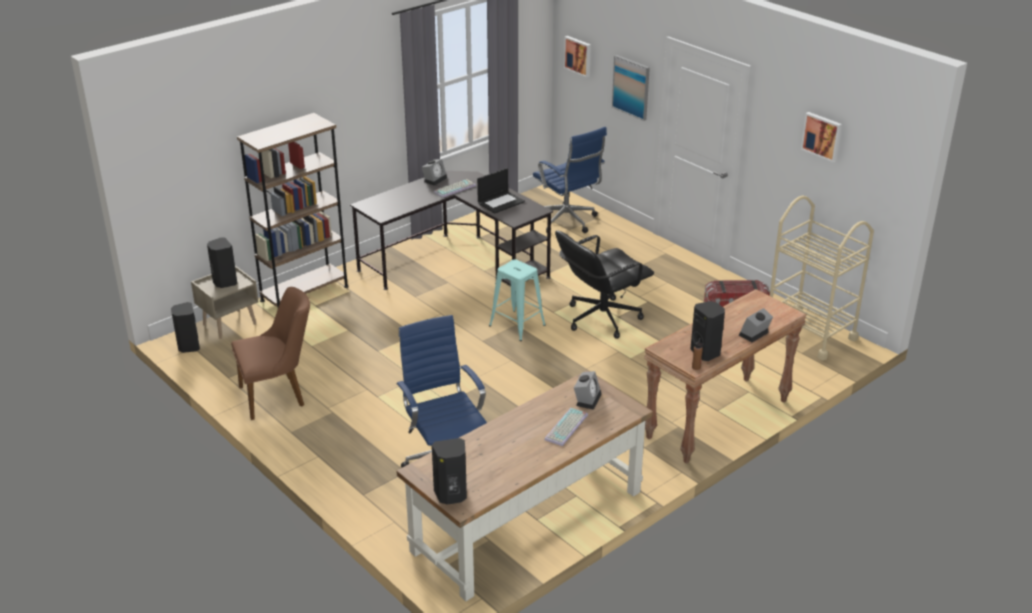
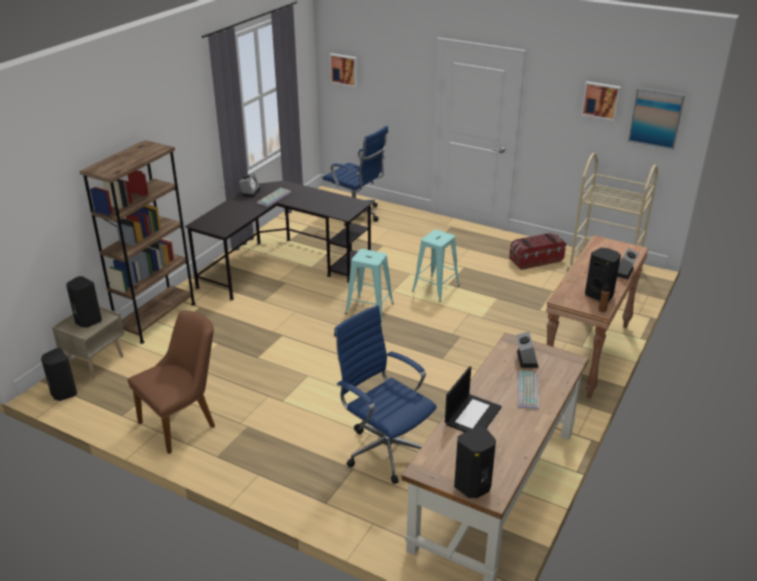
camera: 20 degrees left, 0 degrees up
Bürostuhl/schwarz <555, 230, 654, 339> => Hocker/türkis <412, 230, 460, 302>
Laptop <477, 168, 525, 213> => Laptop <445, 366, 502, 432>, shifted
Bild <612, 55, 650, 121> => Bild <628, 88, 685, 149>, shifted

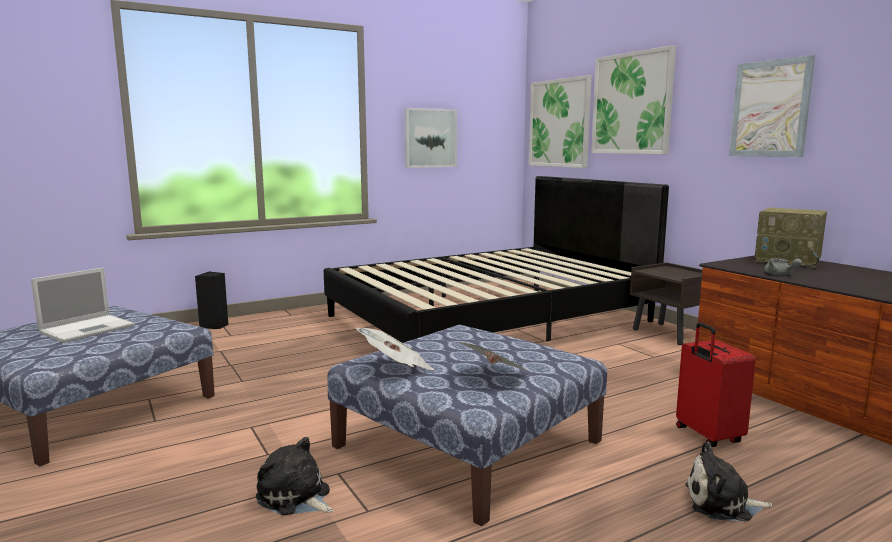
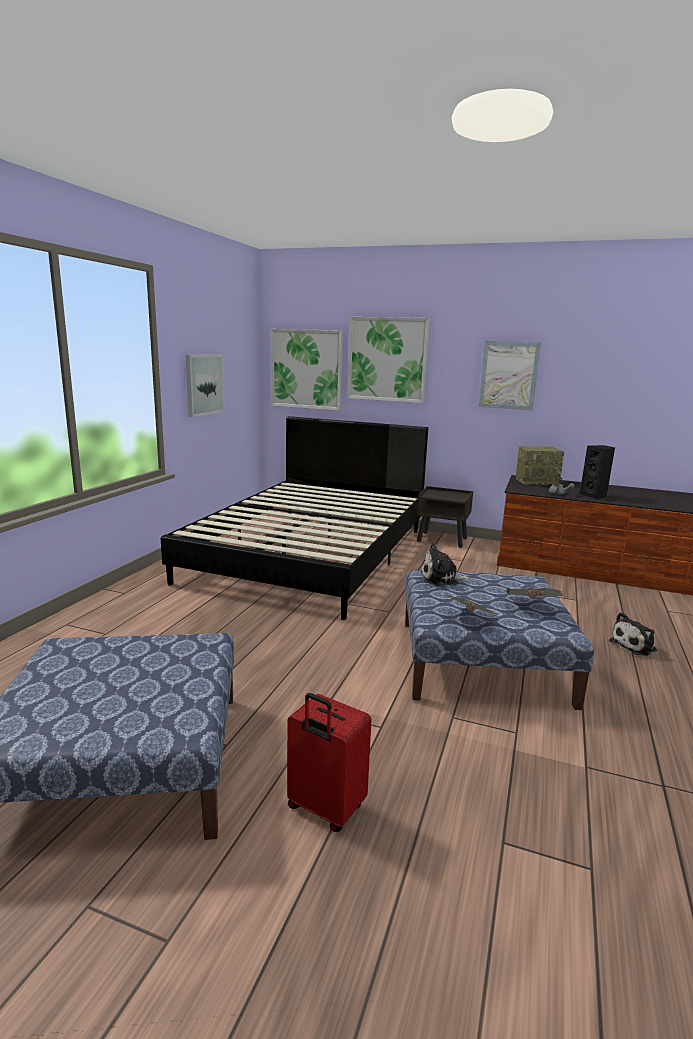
camera: 40 degrees left, 5 degrees up
Koffer/rot <676, 322, 756, 447> => Koffer/rot <287, 693, 371, 832>, shifted
Plüschtier <256, 437, 333, 516> => Plüschtier <421, 543, 471, 586>, shifted
Lautsprecher/schwarz <195, 271, 229, 329> => Lautsprecher/schwarz <580, 445, 615, 499>, shifted
Laptop <31, 268, 135, 343> => nothing

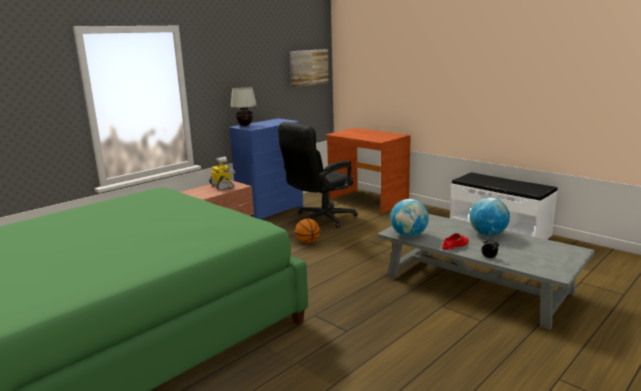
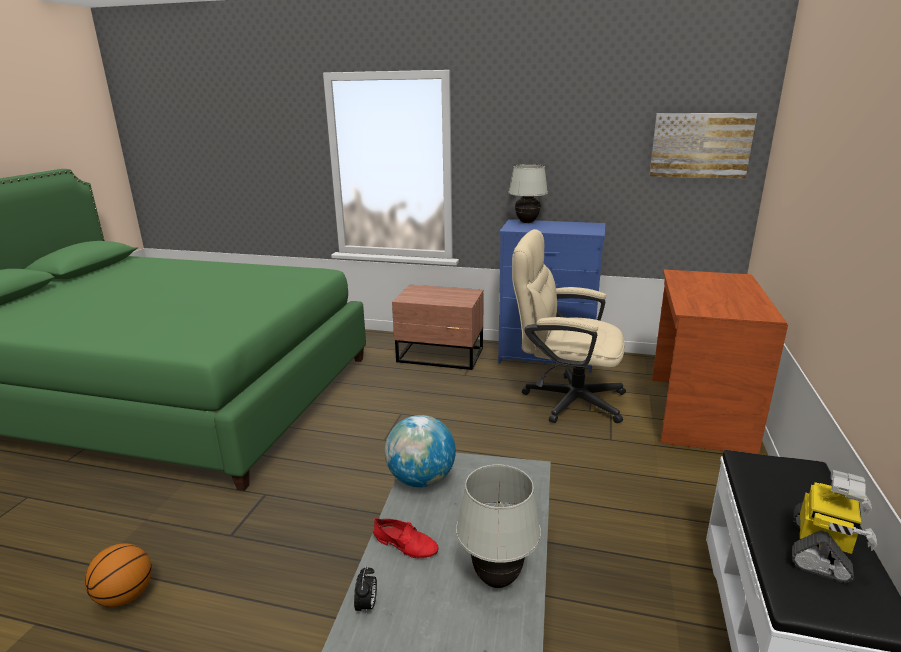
camera: 60 degrees right, 5 degrees up
Basketball <295, 218, 320, 243> => Basketball <85, 543, 152, 607>, shifted
Globus <470, 198, 510, 236> => Tischlampe/weiß <456, 464, 541, 588>
Bürostuhl/schwarz <278, 122, 358, 228> => Bürostuhl/beige <512, 229, 626, 423>
Spielzeugroboter <209, 156, 236, 190> => Spielzeugroboter <792, 470, 877, 583>, shifted

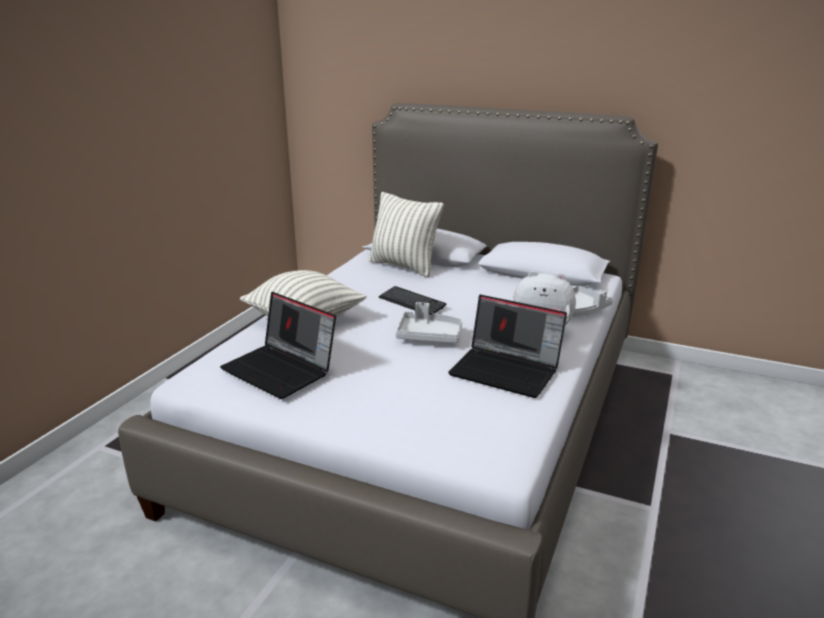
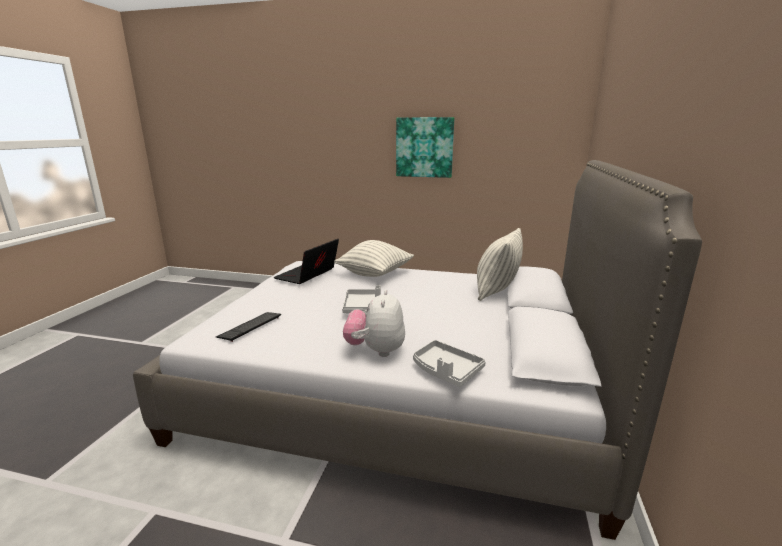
camera: 80 degrees right, 5 degrees down
Tastatur <379, 286, 446, 315> => Tastatur <216, 312, 281, 342>, shifted
nothing => Bild <396, 117, 454, 178>
Laptop <448, 295, 567, 398> => nothing

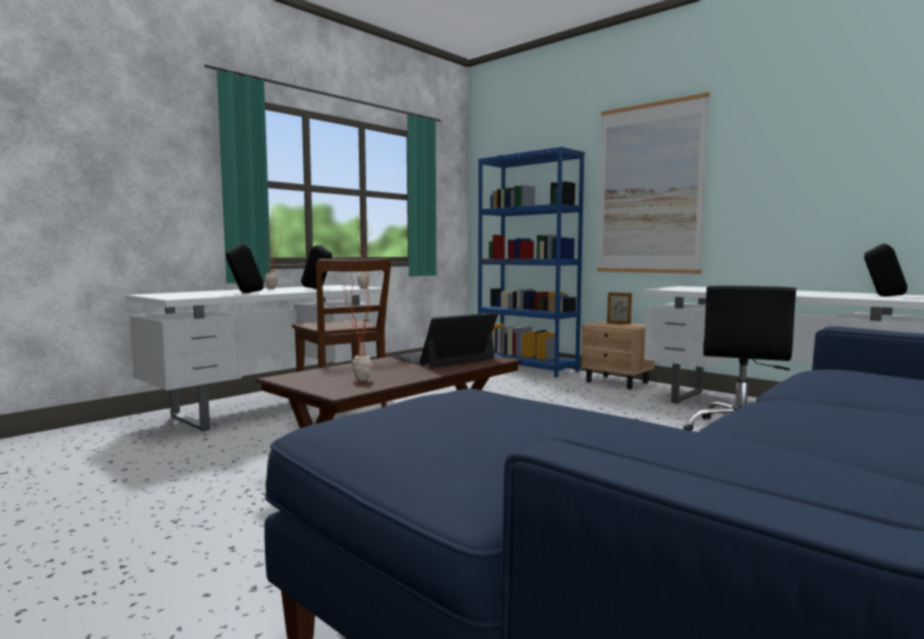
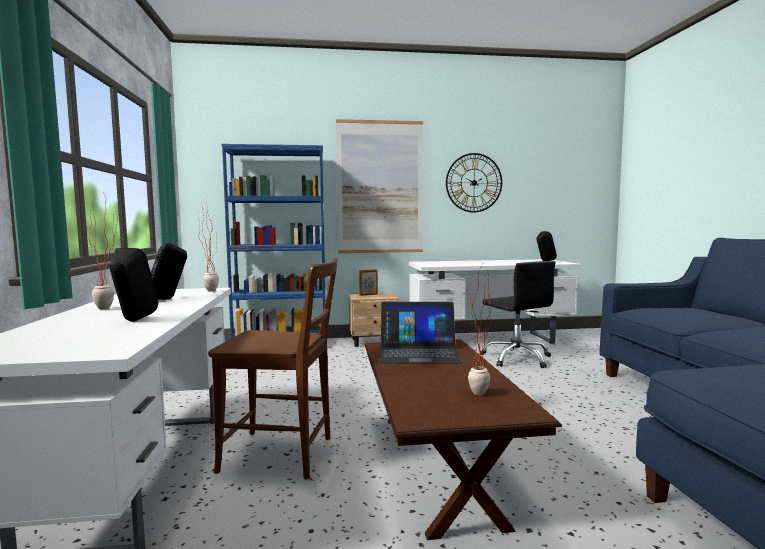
camera: 50 degrees left, 0 degrees up
Laptop <392, 313, 498, 368> => Laptop <379, 302, 462, 364>, 90 degrees counterclockwise
nothing => Wanduhr <446, 153, 502, 213>

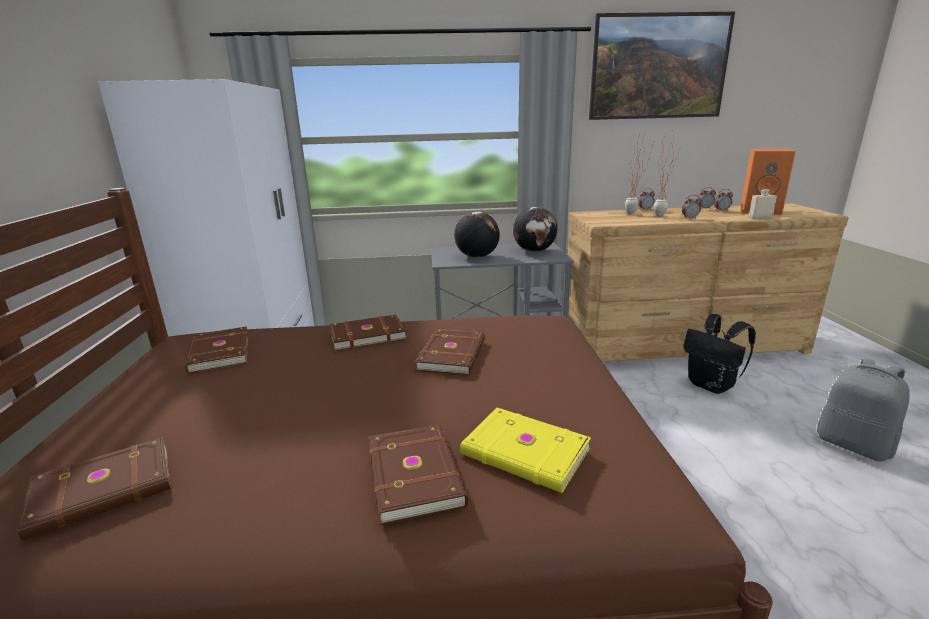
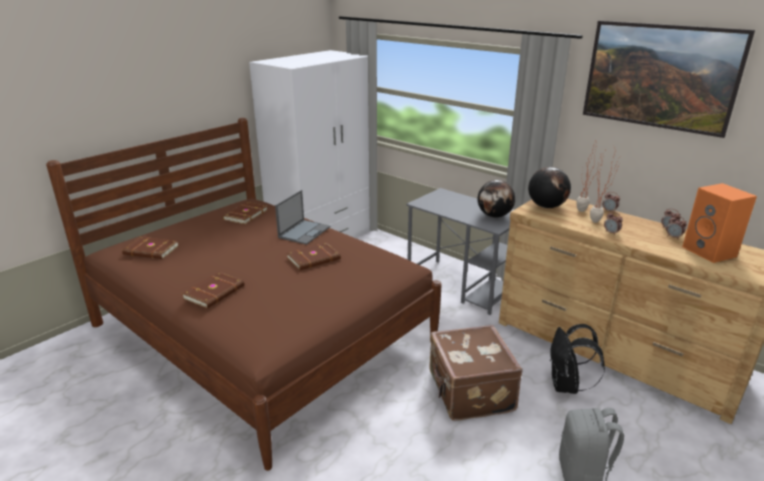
camera: 45 degrees right, 5 degrees up
Buch/braun <329, 314, 407, 351> => Laptop <275, 190, 331, 245>
nothing => Koffer/braun <429, 325, 523, 421>
Globus <454, 211, 500, 258> => Globus <528, 167, 571, 208>, shifted
Buch/gelb <460, 408, 591, 493> => nothing
Flasche/beige <748, 189, 777, 219> => nothing

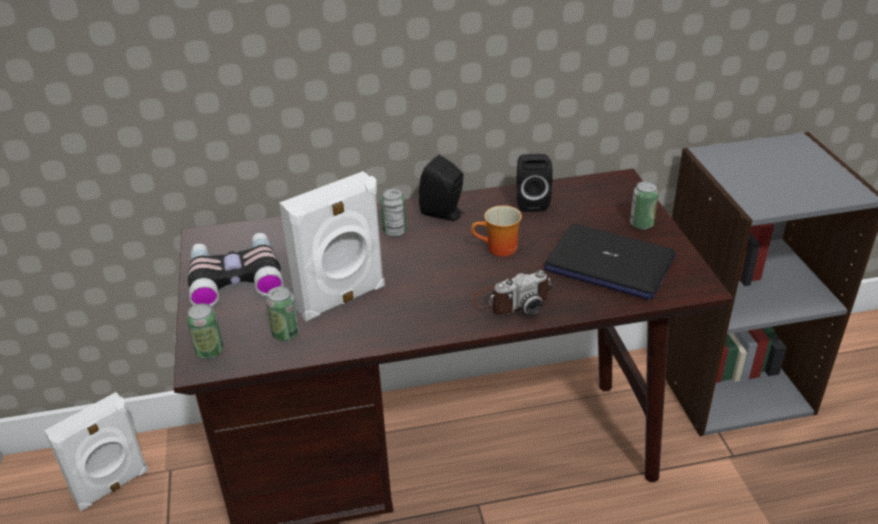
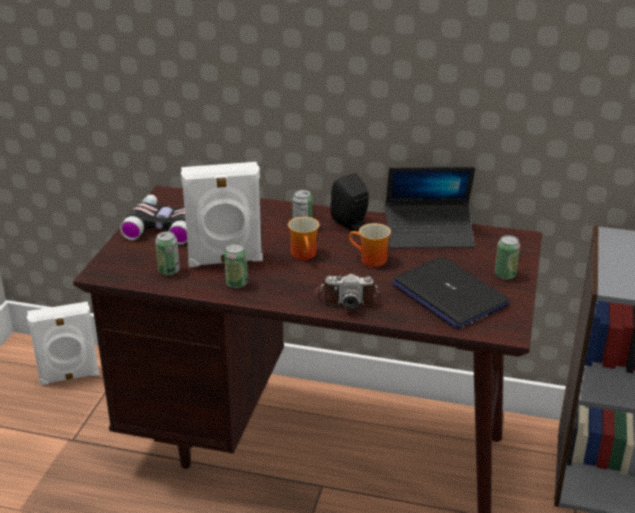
camera: 25 degrees right, 5 degrees down
Dose <187, 303, 224, 359> => Dose <224, 243, 248, 288>, shifted
nothing => Henkelbecher <288, 217, 320, 260>
Lautsprecher/schwarz <517, 154, 553, 212> => Laptop <385, 167, 475, 249>

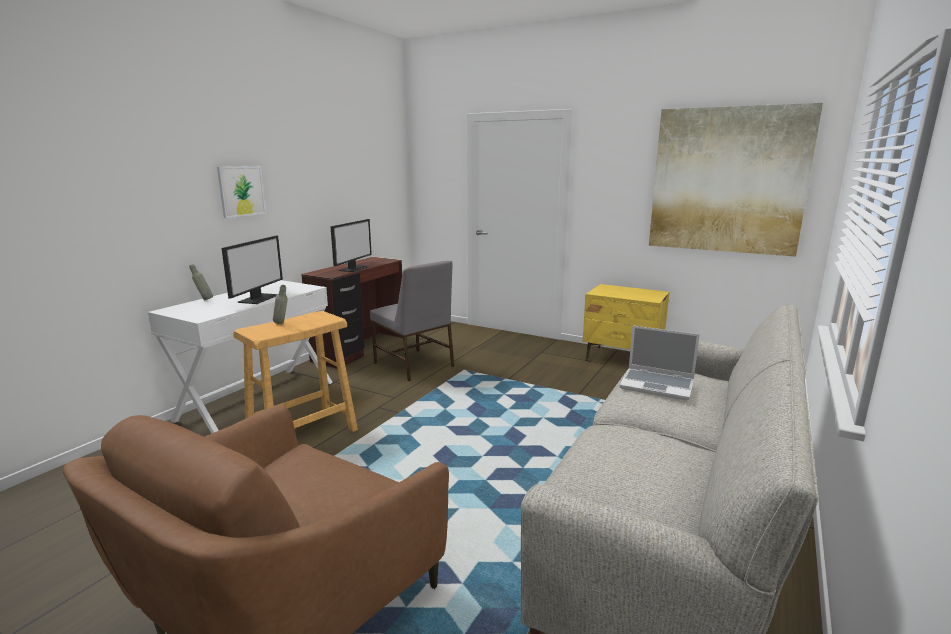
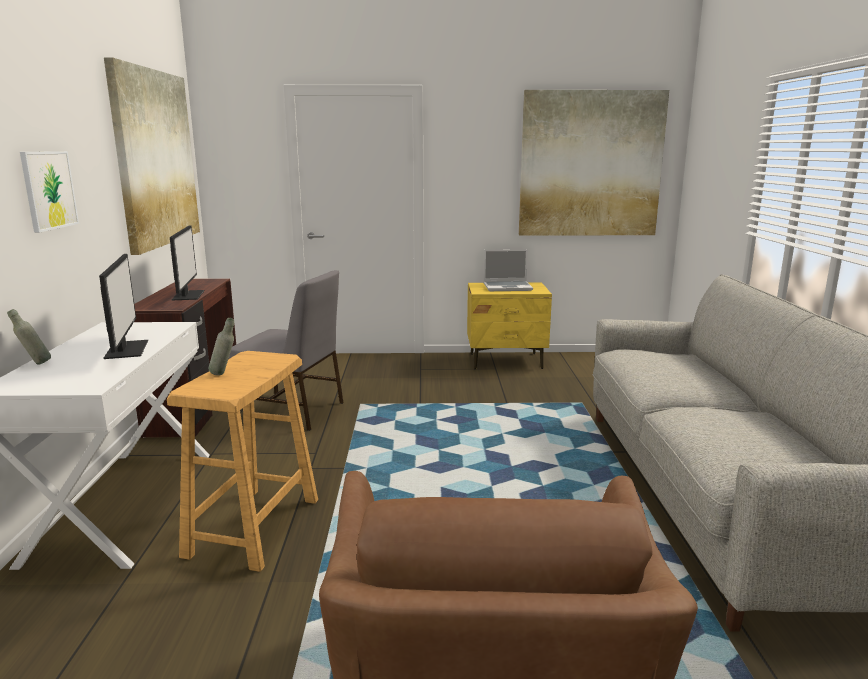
camera: 30 degrees left, 0 degrees up
nothing => Bild <104, 57, 200, 255>
Laptop <619, 326, 700, 401> => Laptop <484, 249, 533, 291>, shifted

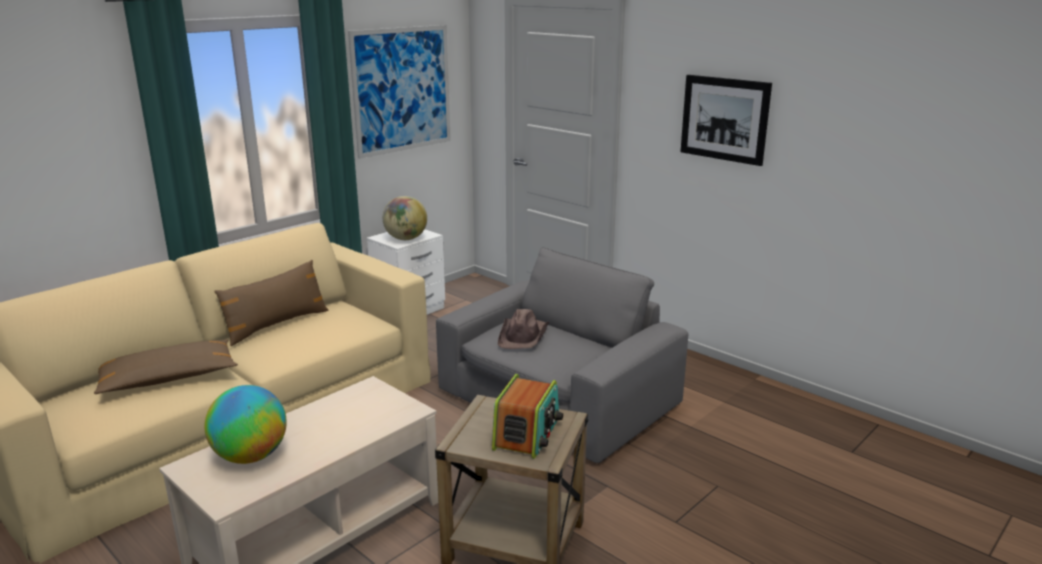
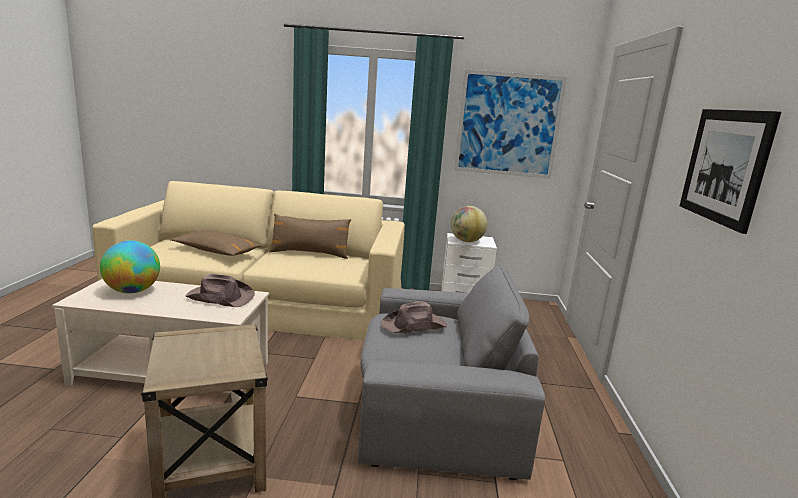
camera: 50 degrees right, 5 degrees down
nothing => Hut/braun <185, 274, 255, 307>
Radio <492, 374, 563, 459> => nothing

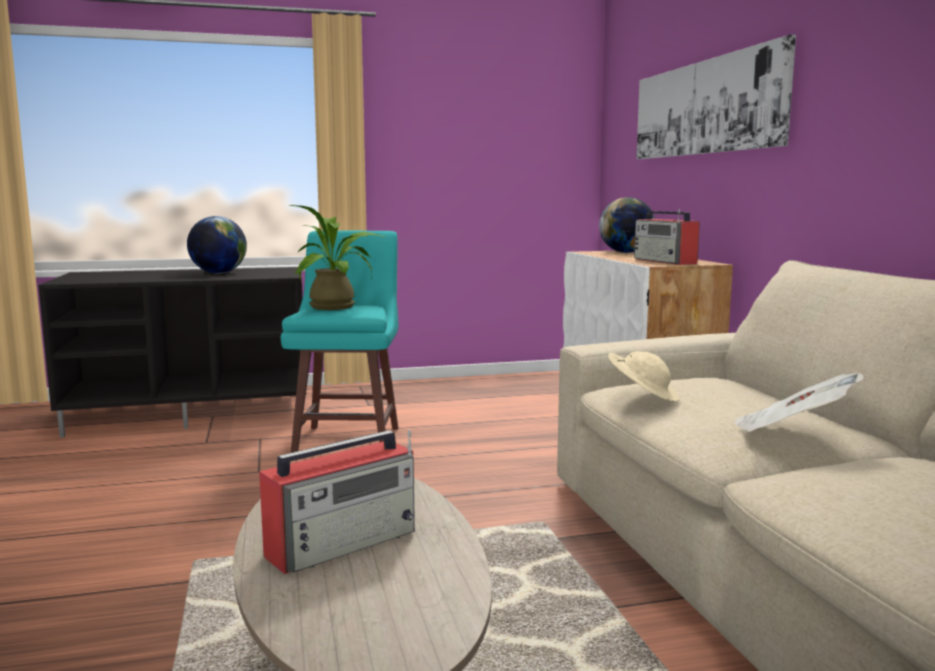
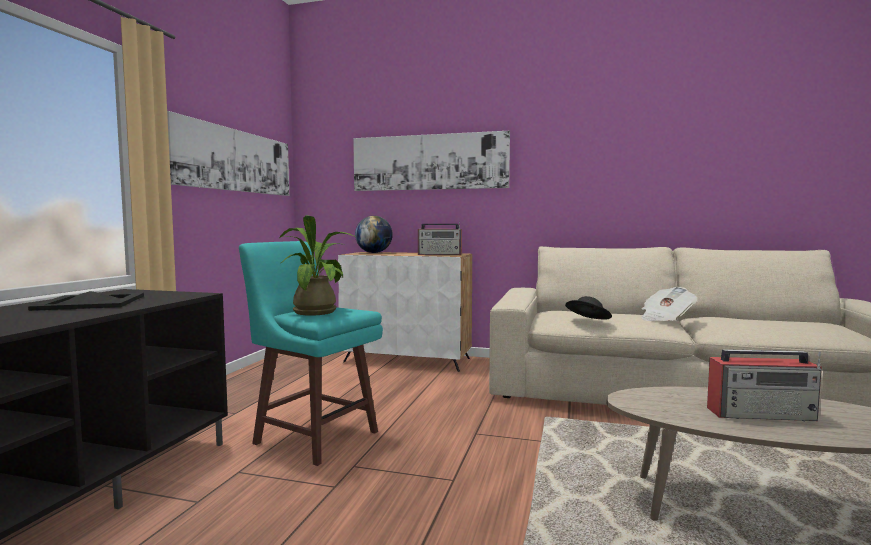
camera: 60 degrees left, 5 degrees down
Globus <187, 216, 247, 274> => Tablett/schwarz <28, 291, 144, 311>
nothing => Bild <167, 111, 289, 196>
Hut/beige <608, 351, 680, 402> => Hut/schwarz <565, 296, 612, 319>
Radio <259, 430, 415, 574> => Radio <707, 349, 822, 421>, 105 degrees clockwise

